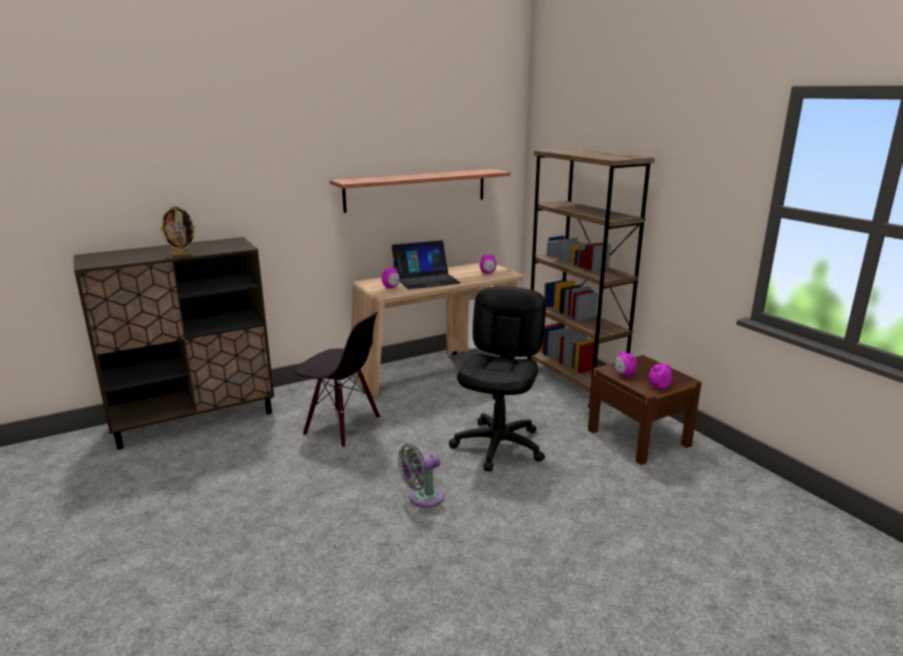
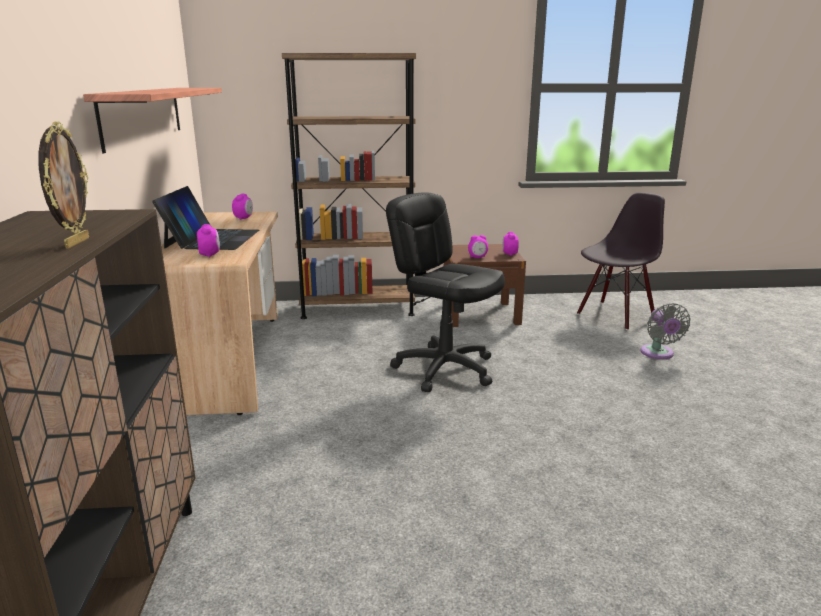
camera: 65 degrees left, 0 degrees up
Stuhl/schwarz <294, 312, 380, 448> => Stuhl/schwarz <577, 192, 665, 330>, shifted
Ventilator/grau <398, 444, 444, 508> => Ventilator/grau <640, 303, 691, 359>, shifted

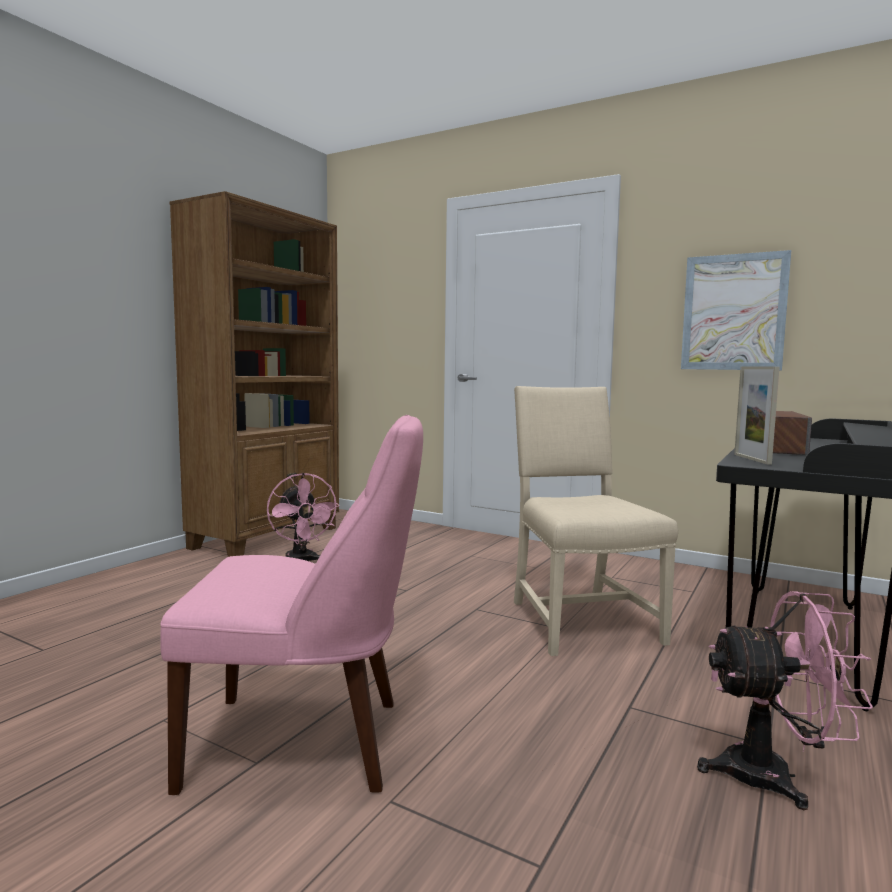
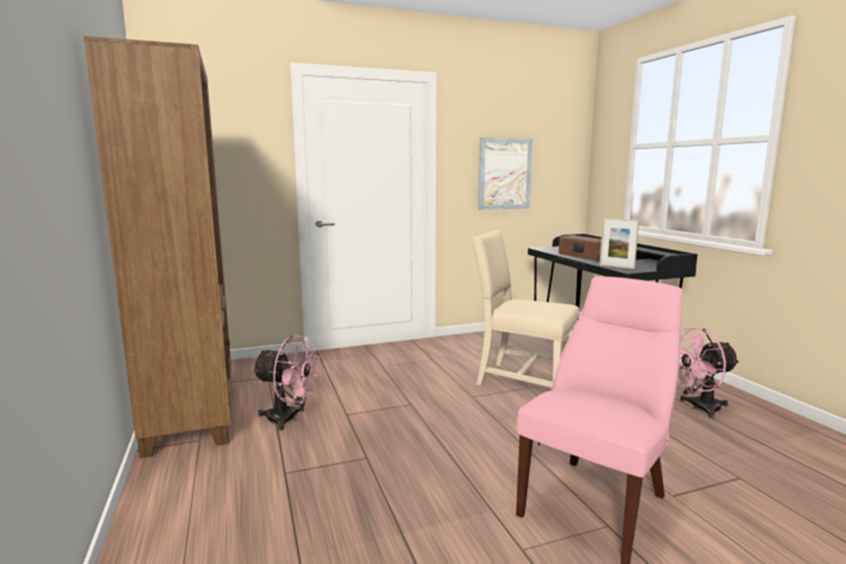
camera: 50 degrees left, 5 degrees up
Ventilator/rosa <697, 591, 873, 810> => Ventilator/rosa <678, 328, 740, 419>, 150 degrees counterclockwise

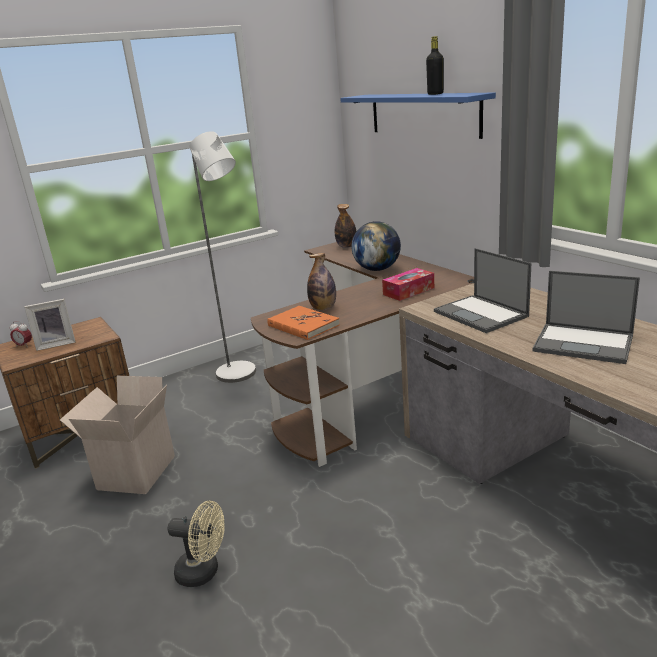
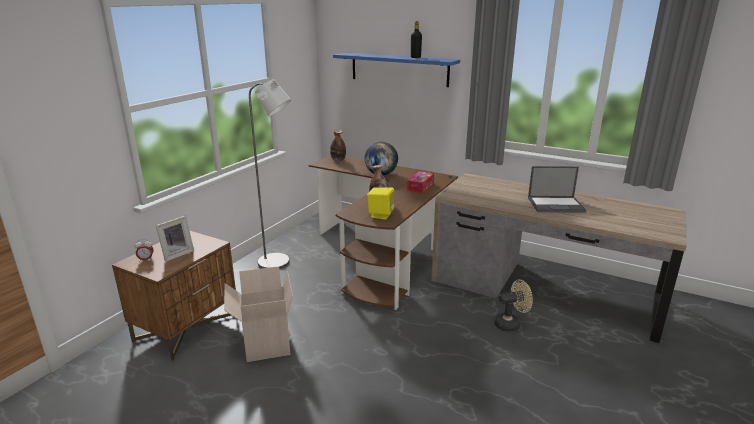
camera: 30 degrees left, 0 degrees up
Buch/orange <267, 306, 340, 340> => Lautsprecher/gelb <367, 187, 395, 220>
Ventilator/beige <168, 501, 225, 587> => Ventilator/beige <494, 280, 533, 332>, shifted
Laptop <434, 248, 531, 333> => nothing

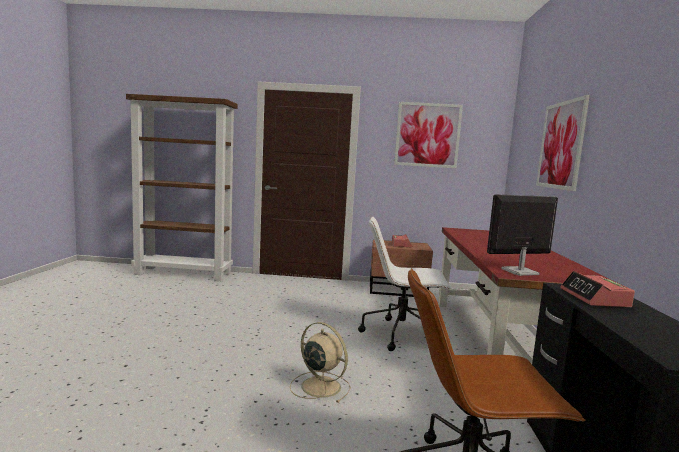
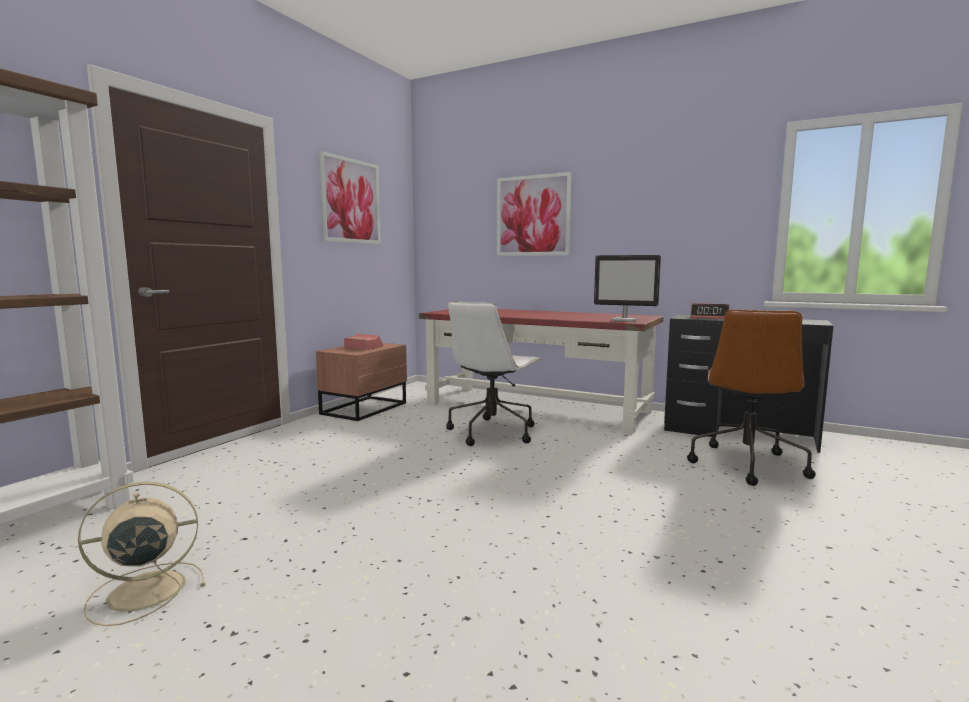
camera: 65 degrees left, 0 degrees up
Ventilator/beige <290, 322, 351, 403> => Ventilator/beige <78, 482, 205, 626>, shifted
Monitor <487, 194, 558, 276> => Monitor <594, 255, 661, 322>, 75 degrees counterclockwise

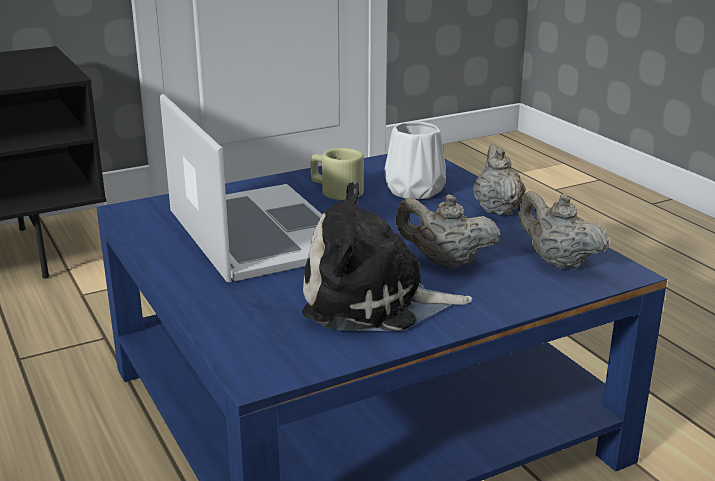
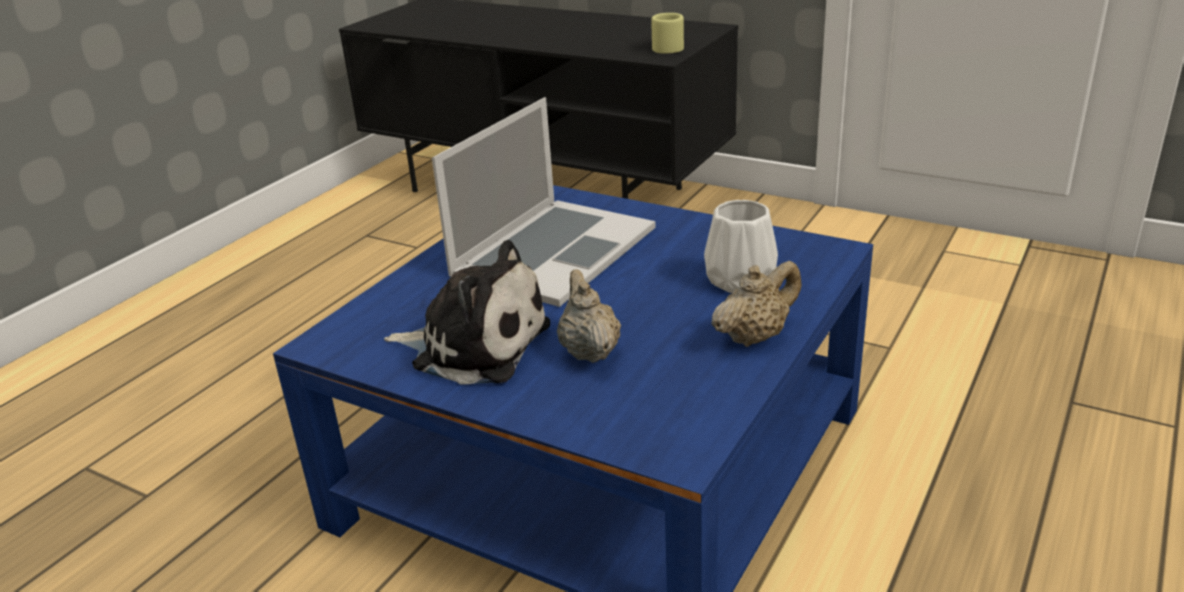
camera: 60 degrees right, 5 degrees up
Plüschtier <302, 182, 473, 331> => Plüschtier <384, 240, 550, 385>, 135 degrees clockwise
Henkelbecher/beige <311, 148, 364, 200> => Henkelbecher/beige <651, 13, 684, 53>, shifted
Teekanne/beige <518, 191, 610, 269> => nothing

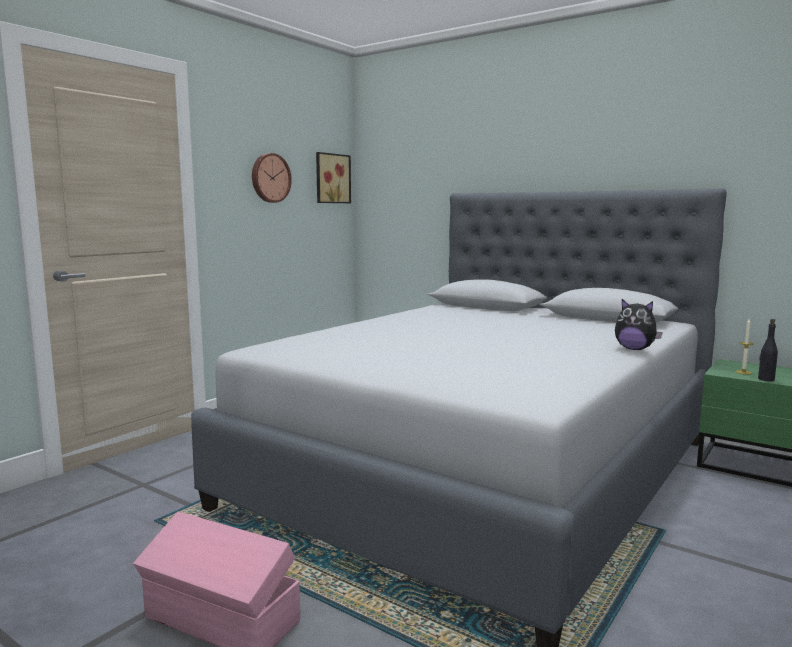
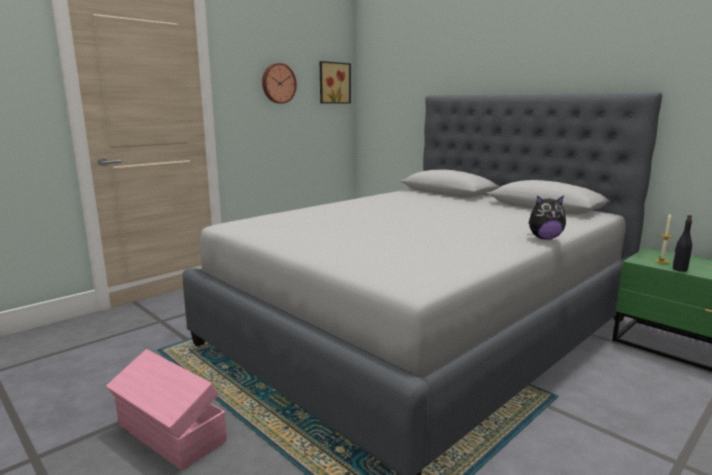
camera: 10 degrees right, 5 degrees up
Plüschtier <615, 299, 663, 350> => Plüschtier <529, 195, 566, 240>, 45 degrees counterclockwise

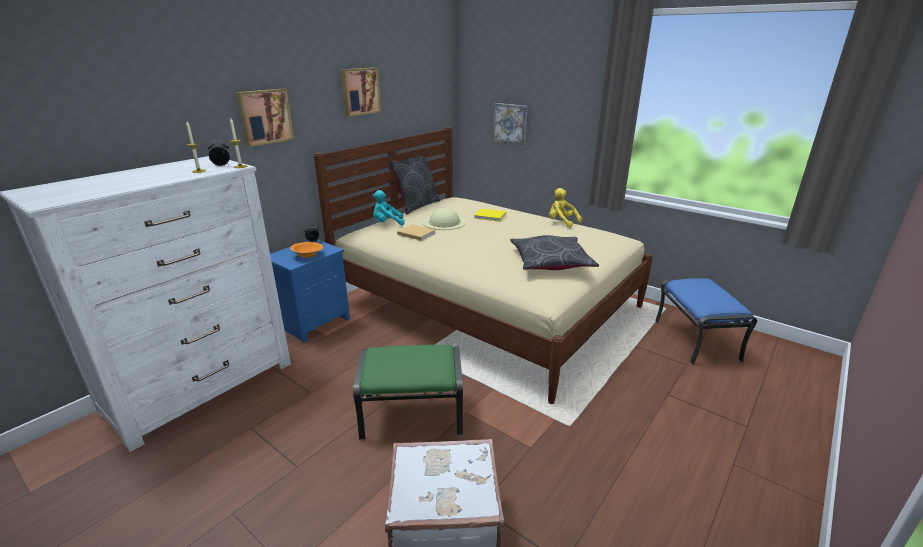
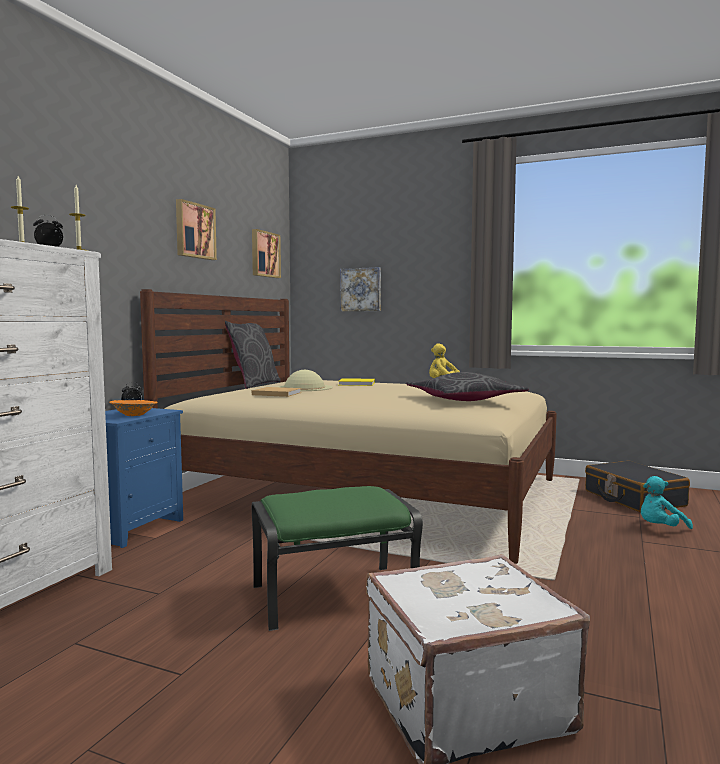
camera: 15 degrees left, 20 degrees down
Bild <236, 89, 294, 147> => Bild <252, 229, 281, 278>, shifted
Polsterhocker/blau <655, 278, 757, 365> => Koffer/schwarz <585, 461, 690, 512>
Plüschtier/türkis <372, 190, 405, 225> => Plüschtier/türkis <641, 476, 693, 529>, shifted

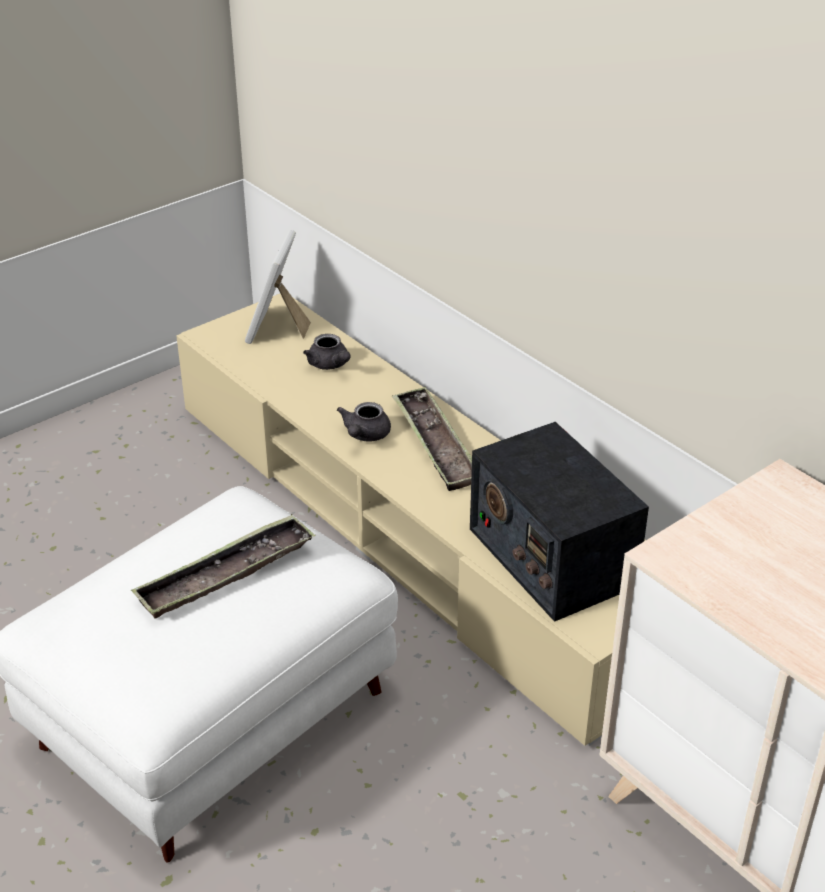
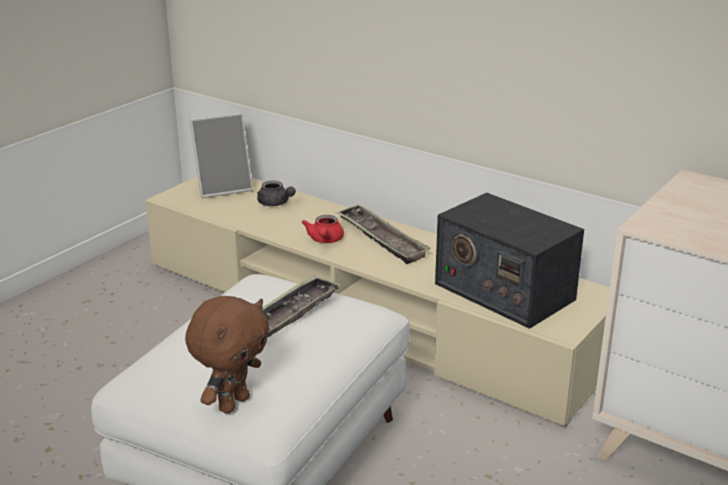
camera: 15 degrees left, 10 degrees down
nothing => Plüschtier/braun <185, 296, 270, 414>
Bilderrahmen <245, 230, 311, 344> => Bilderrahmen <190, 113, 253, 198>, 105 degrees counterclockwise
Teekanne/grau <337, 402, 391, 442> => Teekanne/rot <302, 215, 344, 243>

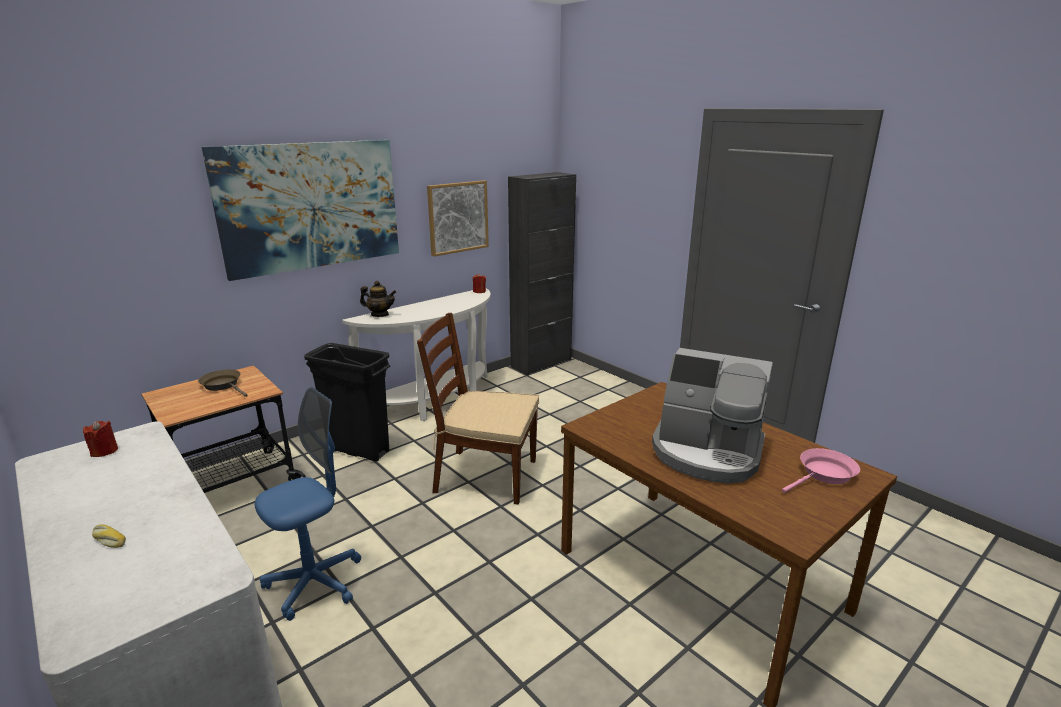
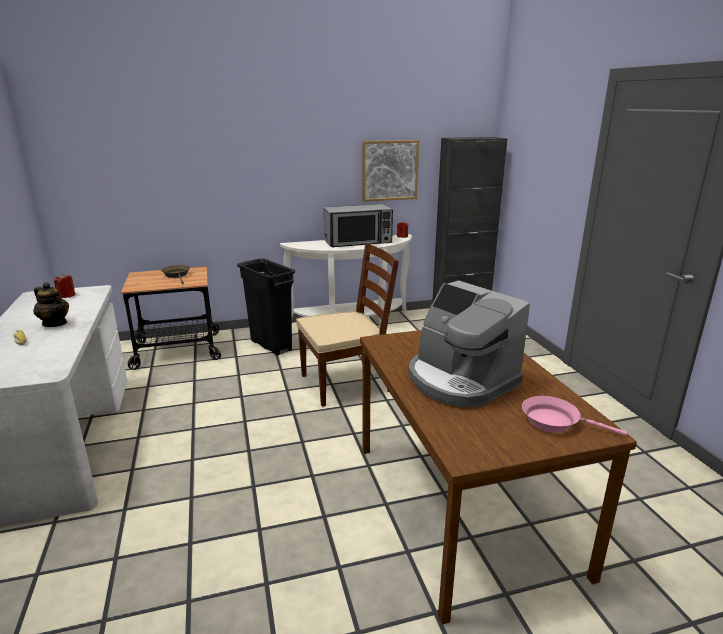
camera: 25 degrees right, 0 degrees up
Teekanne <360, 281, 396, 317> => Teekanne <33, 282, 69, 327>, shifted
Stuhl/braun <417, 313, 539, 505> => Stuhl/braun <296, 243, 399, 407>, 120 degrees clockwise
nothing => Mikrowelle <323, 204, 393, 247>
Pfanne/rosa <782, 448, 860, 493> => Pfanne/rosa <522, 396, 627, 436>, 150 degrees counterclockwise
Bild <202, 140, 399, 281> => nothing
Bürostuhl/blau <255, 387, 361, 621> => nothing

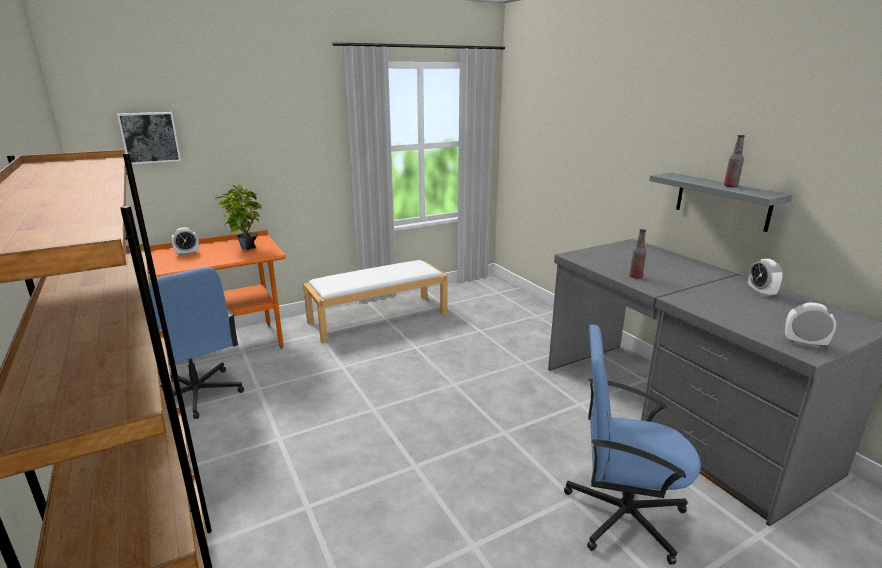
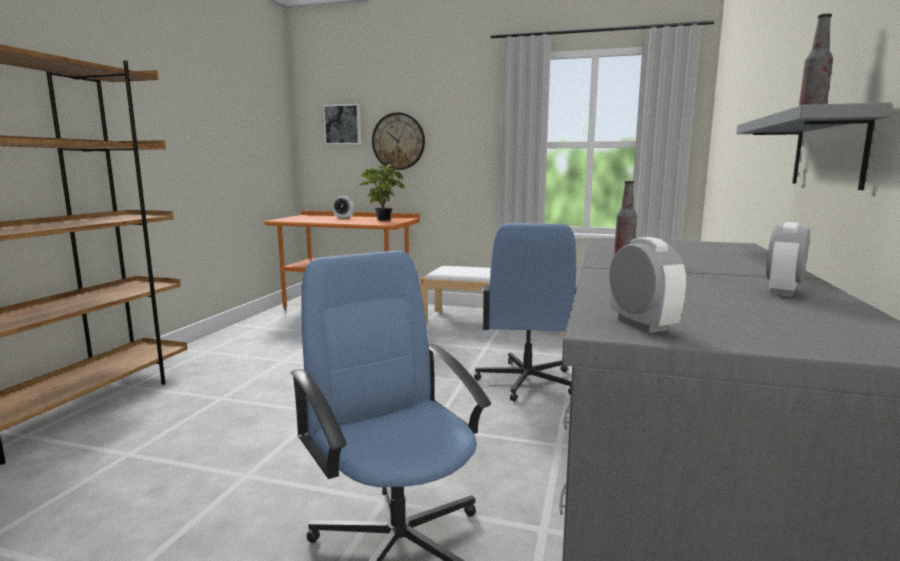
camera: 45 degrees right, 10 degrees down
nothing => Wanduhr <372, 112, 425, 170>
Bürostuhl/blau <150, 267, 244, 419> => Bürostuhl/blau <474, 223, 577, 402>, shifted

